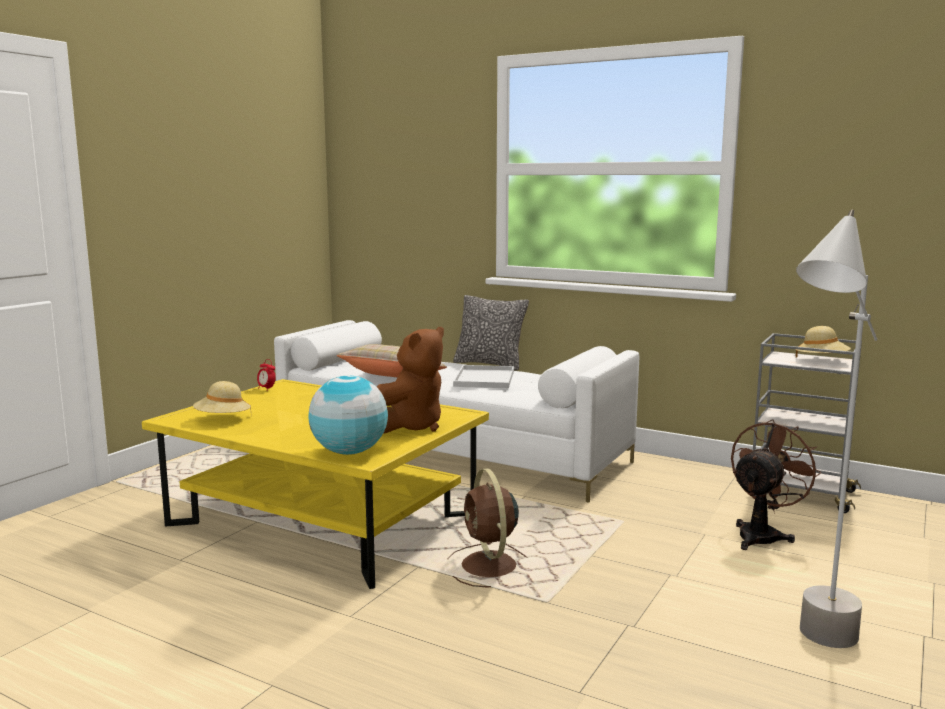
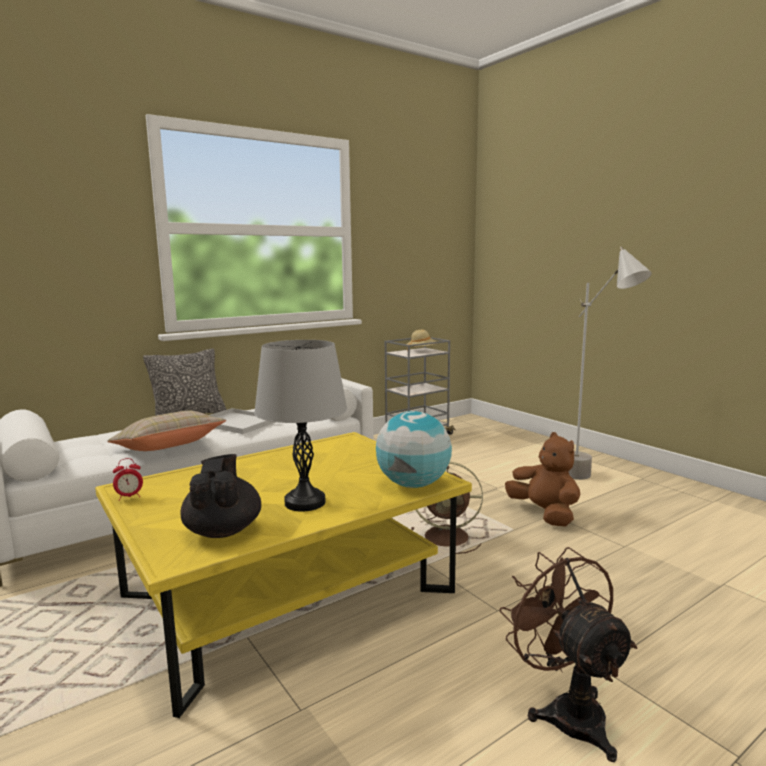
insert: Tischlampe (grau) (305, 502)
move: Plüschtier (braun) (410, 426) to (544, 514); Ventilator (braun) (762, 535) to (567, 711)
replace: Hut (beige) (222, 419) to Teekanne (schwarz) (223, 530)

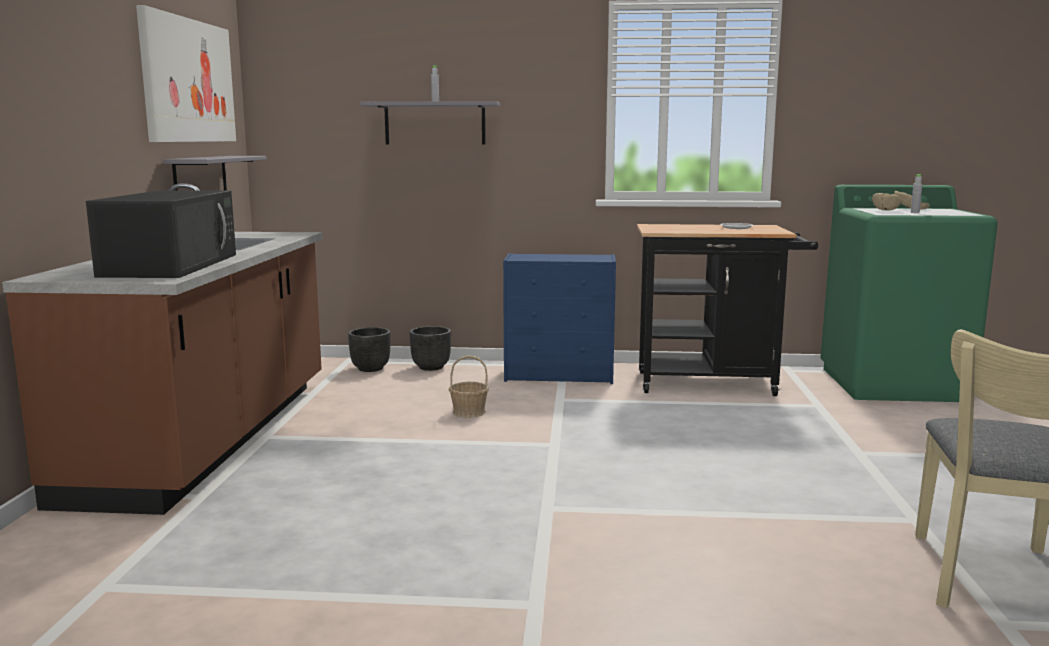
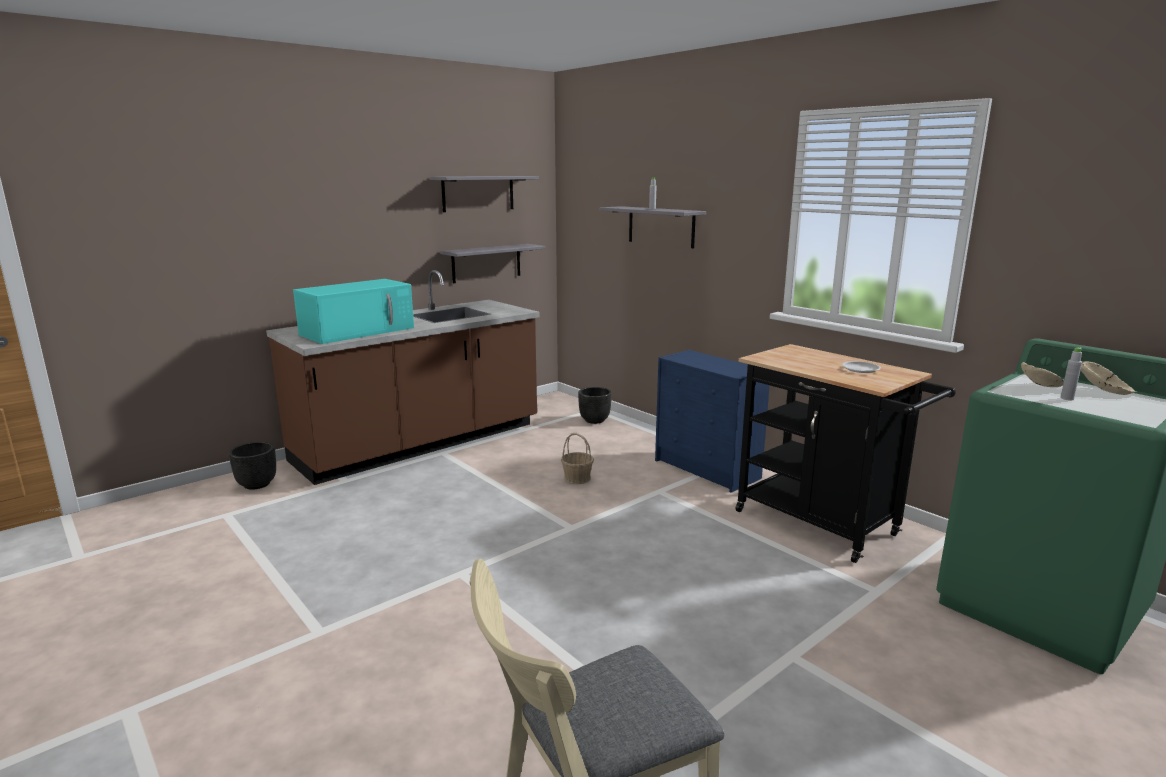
move: Pflanzkübel (schwarz) (431, 367) to (257, 484)
replace: Bild (188, 81) to Wandregal (grau) (478, 193)
recolor: Mikrowelle (schwarz) (171, 265) to Mikrowelle (türkis) (359, 331)

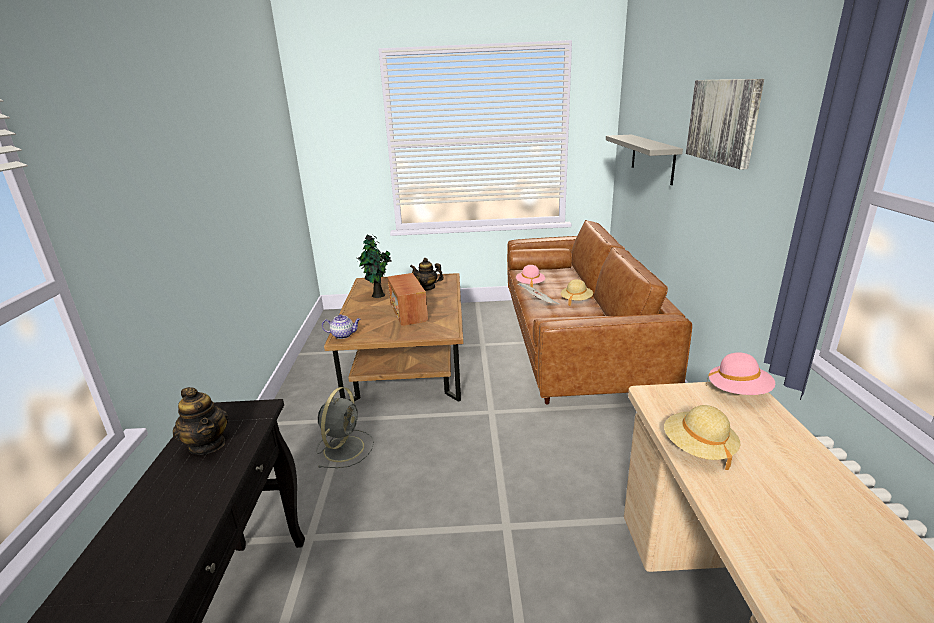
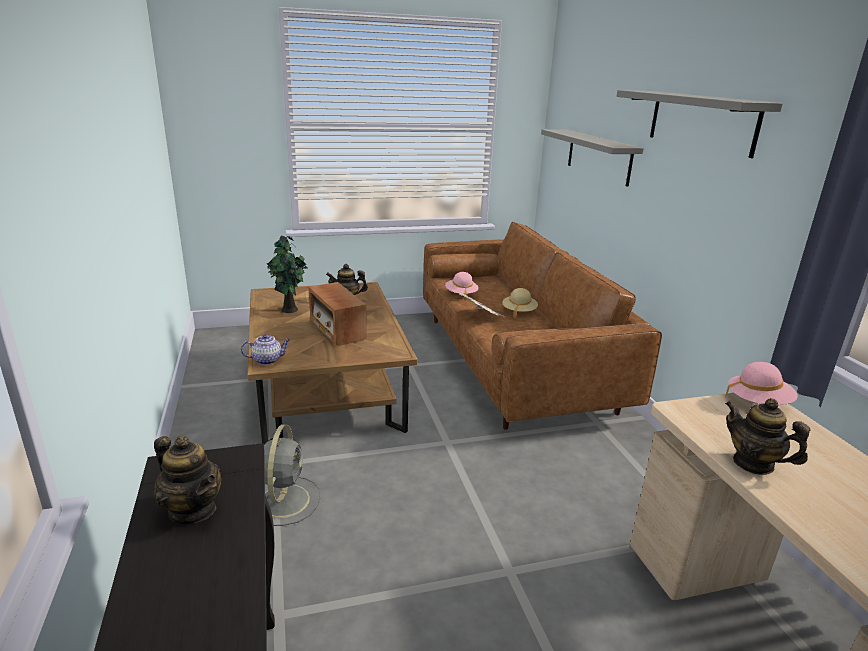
replace: Bild (723, 121) to Wandregal (grau) (701, 121); Hut (beige) (698, 448) to Teekanne (753, 463)

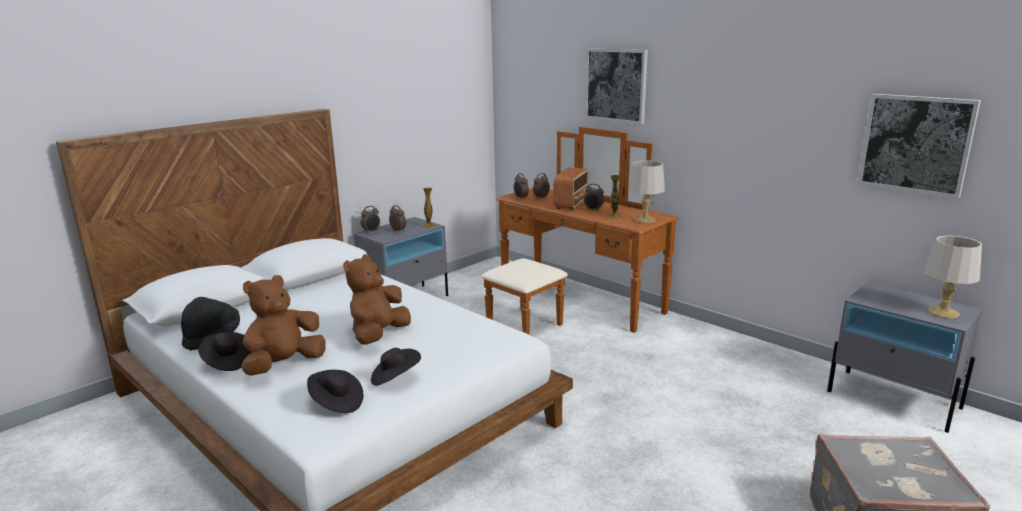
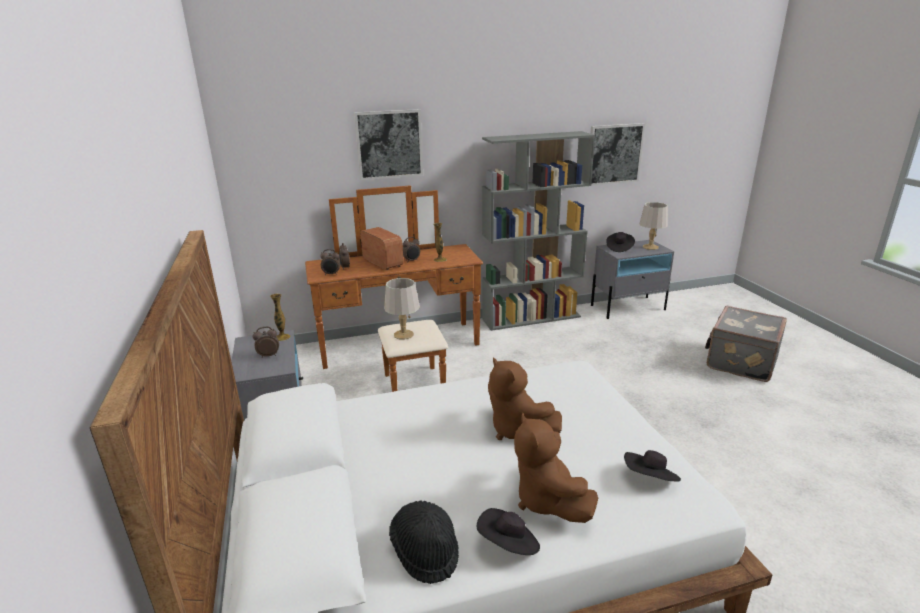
delete: Wecker (371, 231)
insert: Bücherregal (grau) (531, 317)
move: Tischlampe (grau) (644, 219) to (403, 334); Hut (schwarz) (395, 378) to (619, 248)

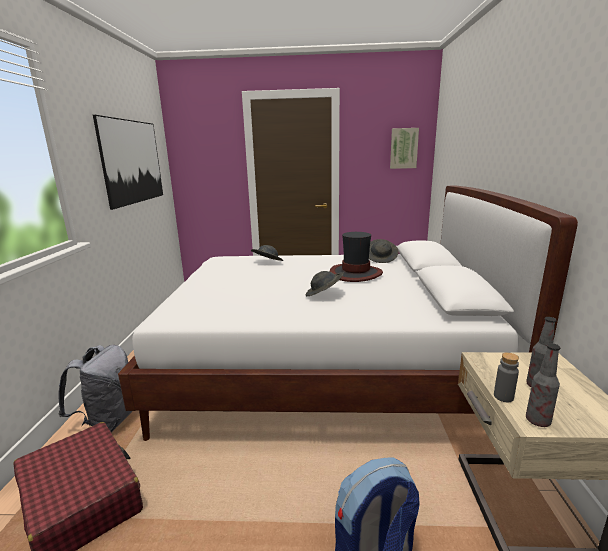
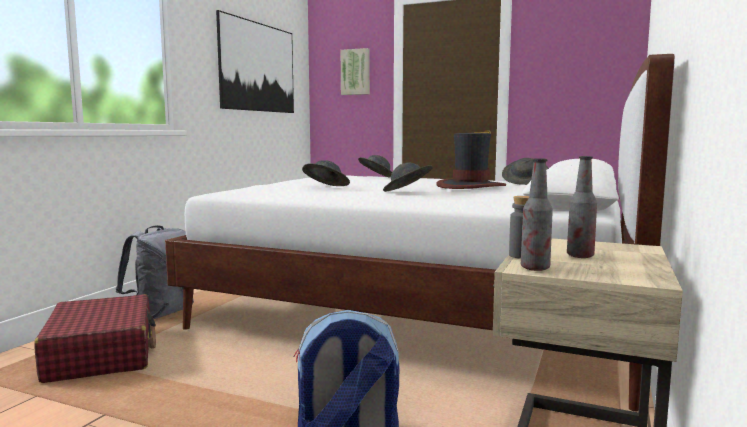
insert: Hut (grau) (325, 187)
move: Bild (403, 148) to (355, 72)

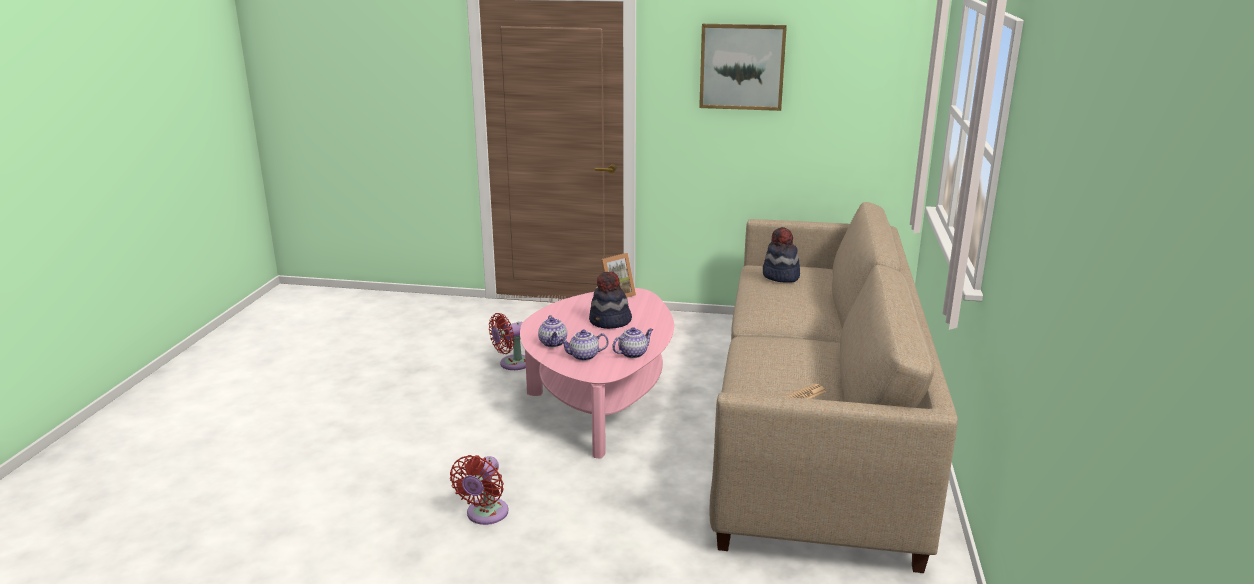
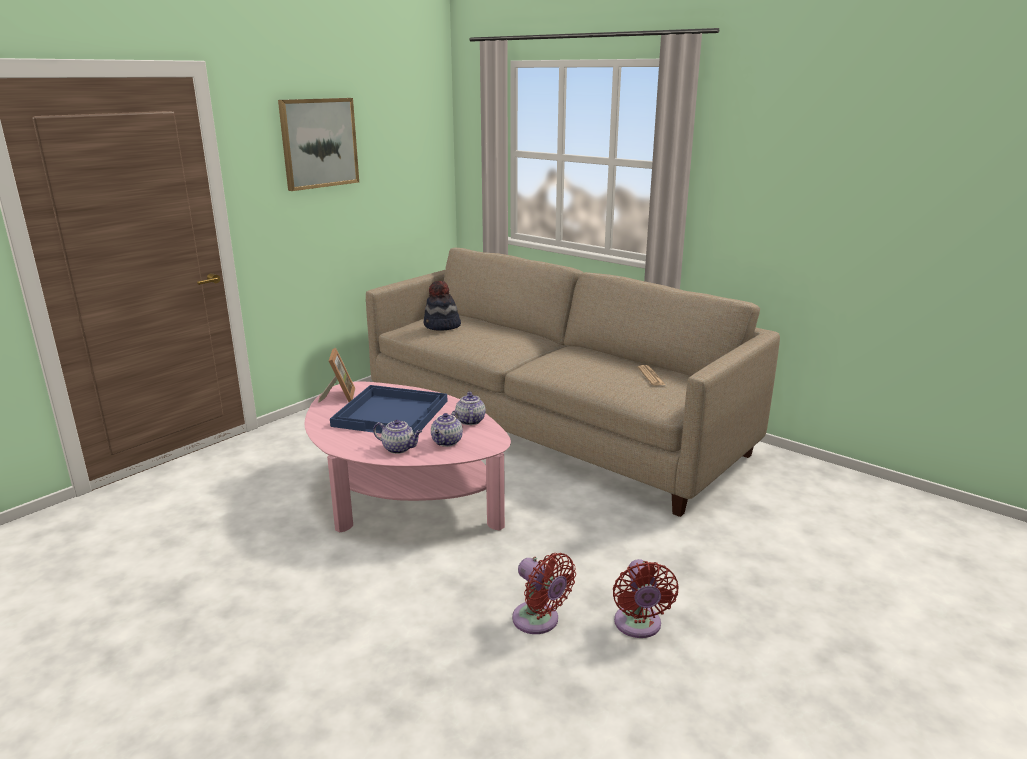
move: Ventilator (rot) (512, 364) to (638, 626)
replace: Hut (610, 322) to Tablett (blau) (392, 413)

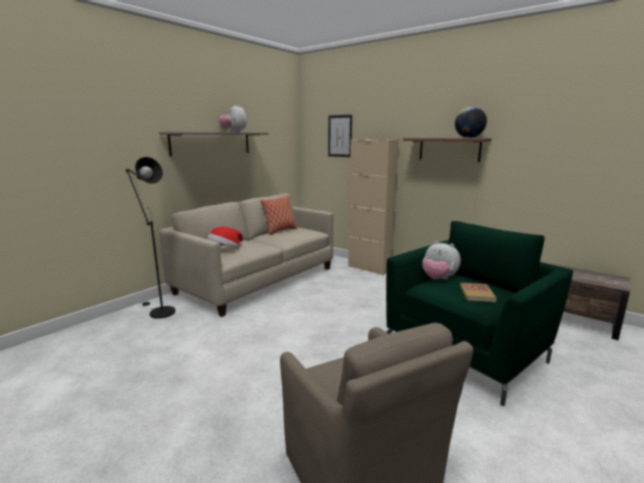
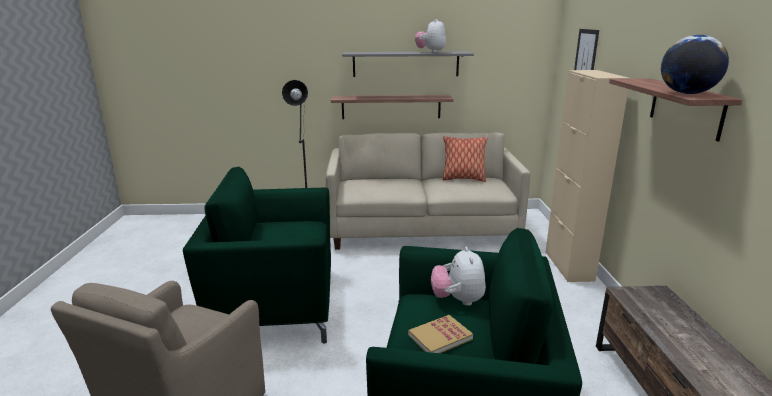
delete: Hut (225, 250)
insert: Wandregal (391, 106); Sessel (grün) (274, 304)

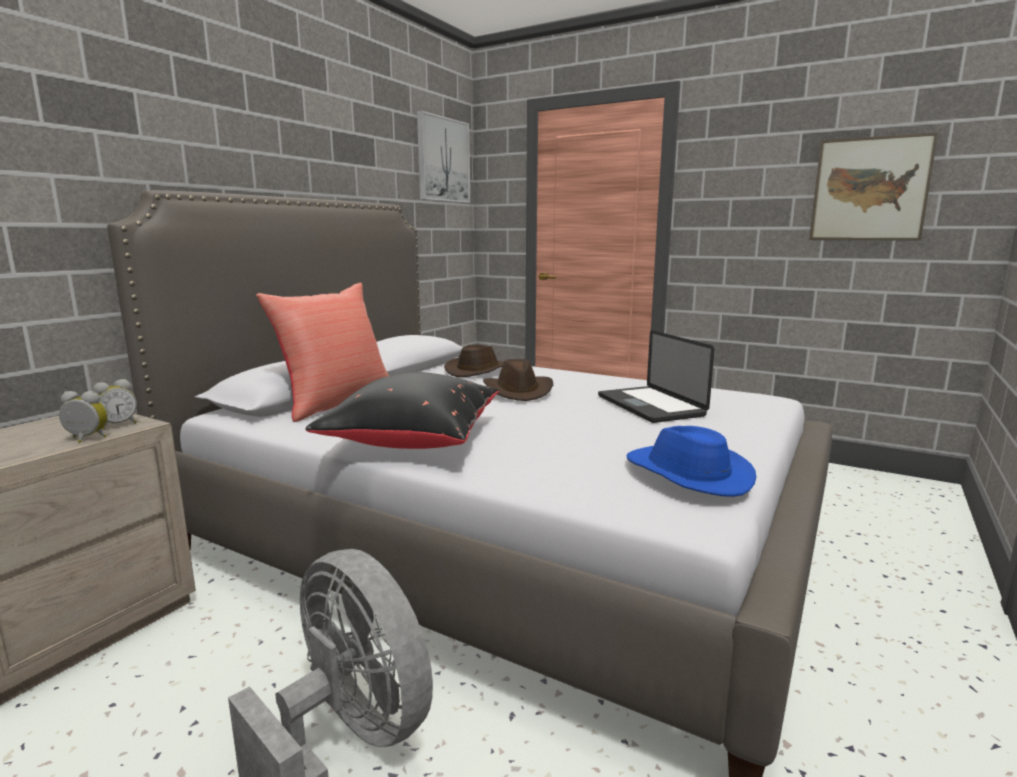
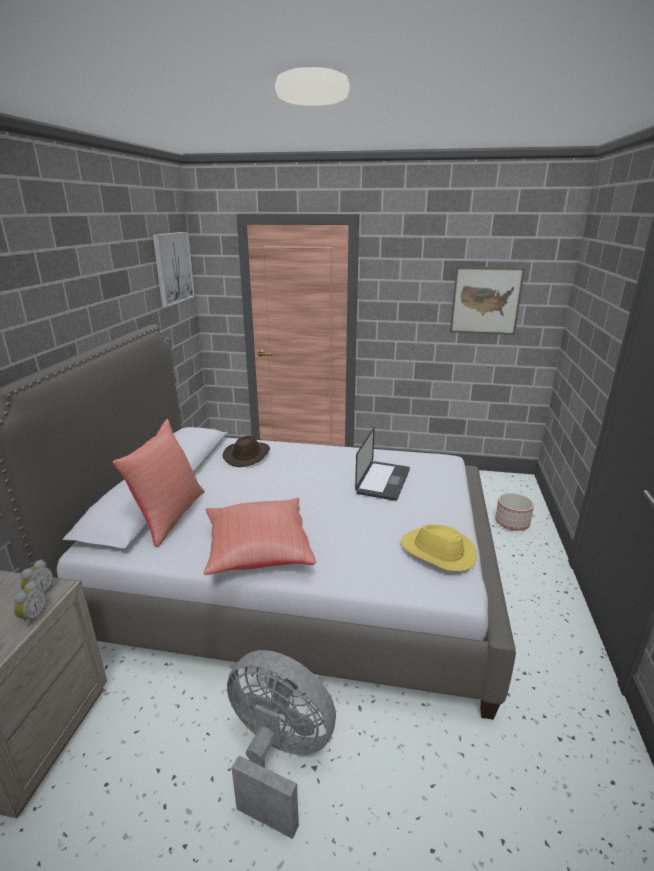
delete: Hut (braun) (518, 391)
insert: Pflanzkübel (511, 523)
recolor: Kissen (schwarz) (412, 441) to Kissen (rot) (257, 552); Hut (blau) (686, 474) to Hut (gelb) (437, 552)
rotate: Laptop (650, 406) = (383, 481) 120 degrees counterclockwise; Wecker (86, 439) = (32, 617) 120 degrees clockwise

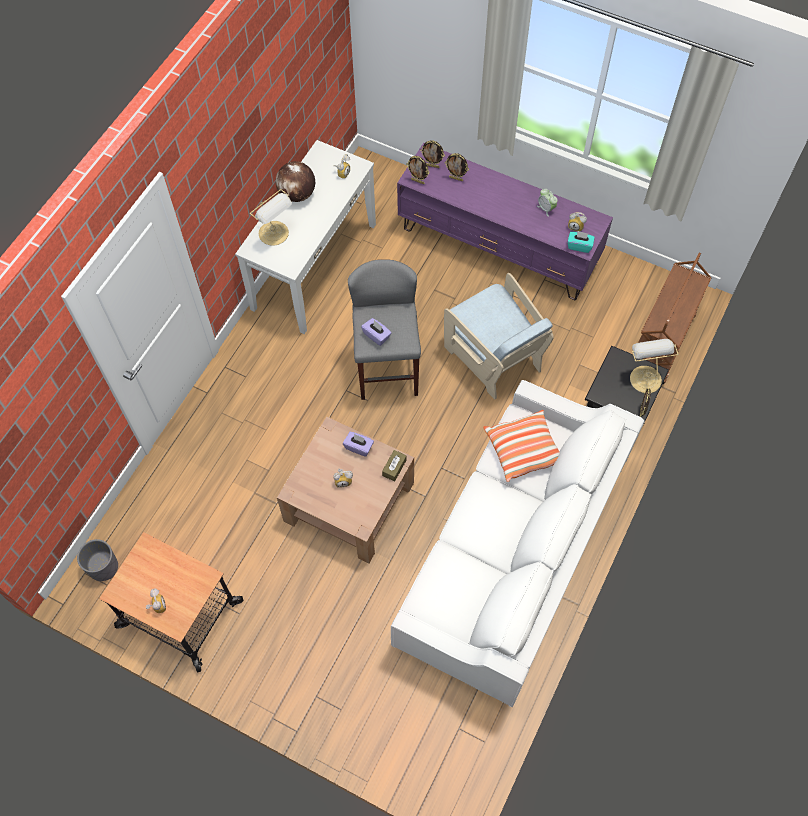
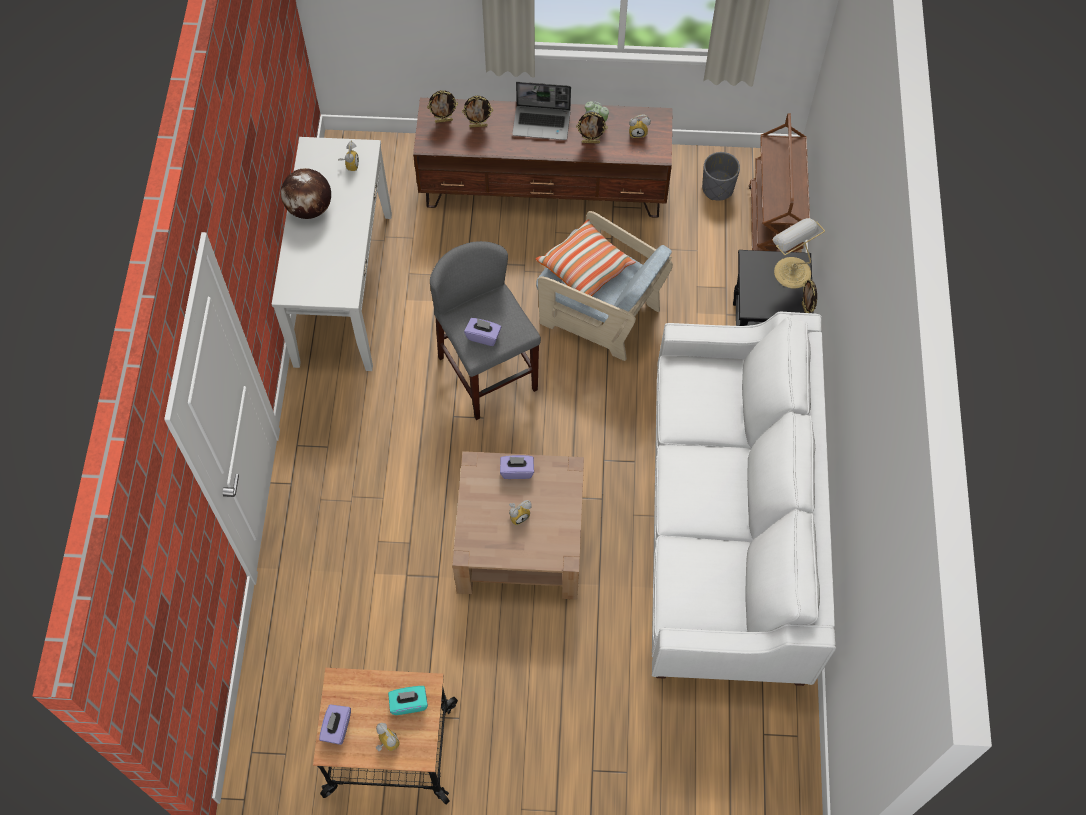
delete: Tischlampe (275, 234); Taschentuchbox (braun) (394, 468)
insert: Laptop (542, 123); Taschentuchbox (lila) (336, 728)
move: Bilderrahmen (418, 181) to (591, 142); Taschentuchbox (türkis) (579, 246) to (409, 703); Kissen (523, 450) to (585, 267); Pflanzkübel (grau) (103, 567) to (717, 189)
recolor: Fernsehschrank (lila) (498, 247) to Fernsehschrank (braun) (545, 188)

